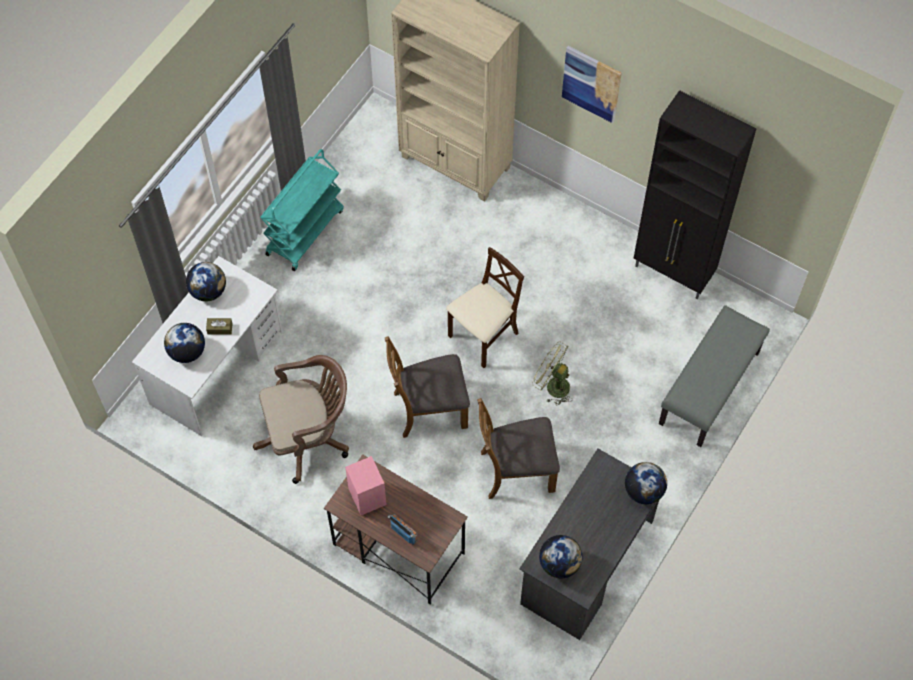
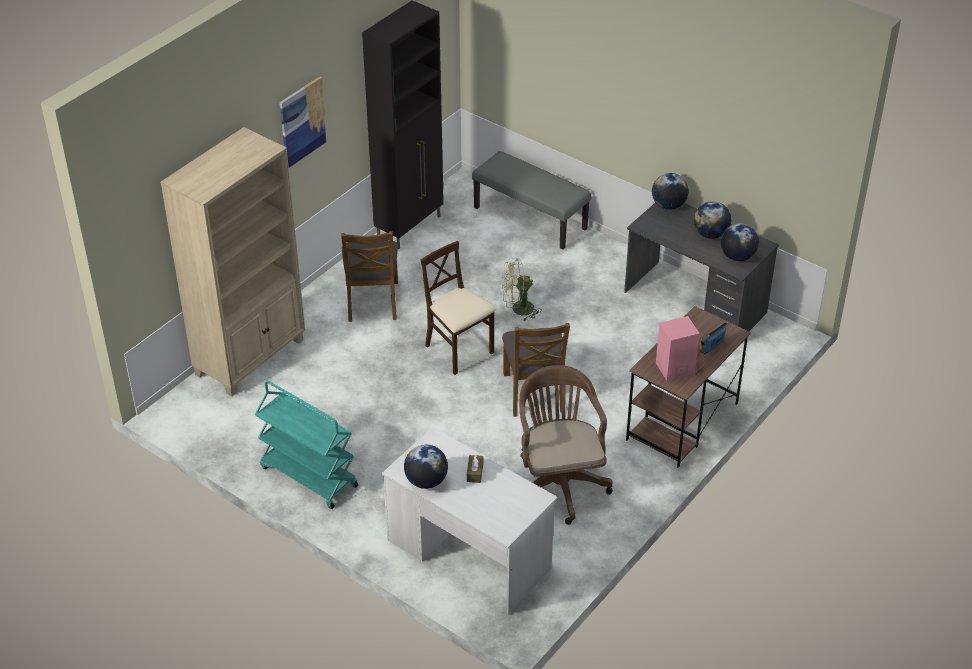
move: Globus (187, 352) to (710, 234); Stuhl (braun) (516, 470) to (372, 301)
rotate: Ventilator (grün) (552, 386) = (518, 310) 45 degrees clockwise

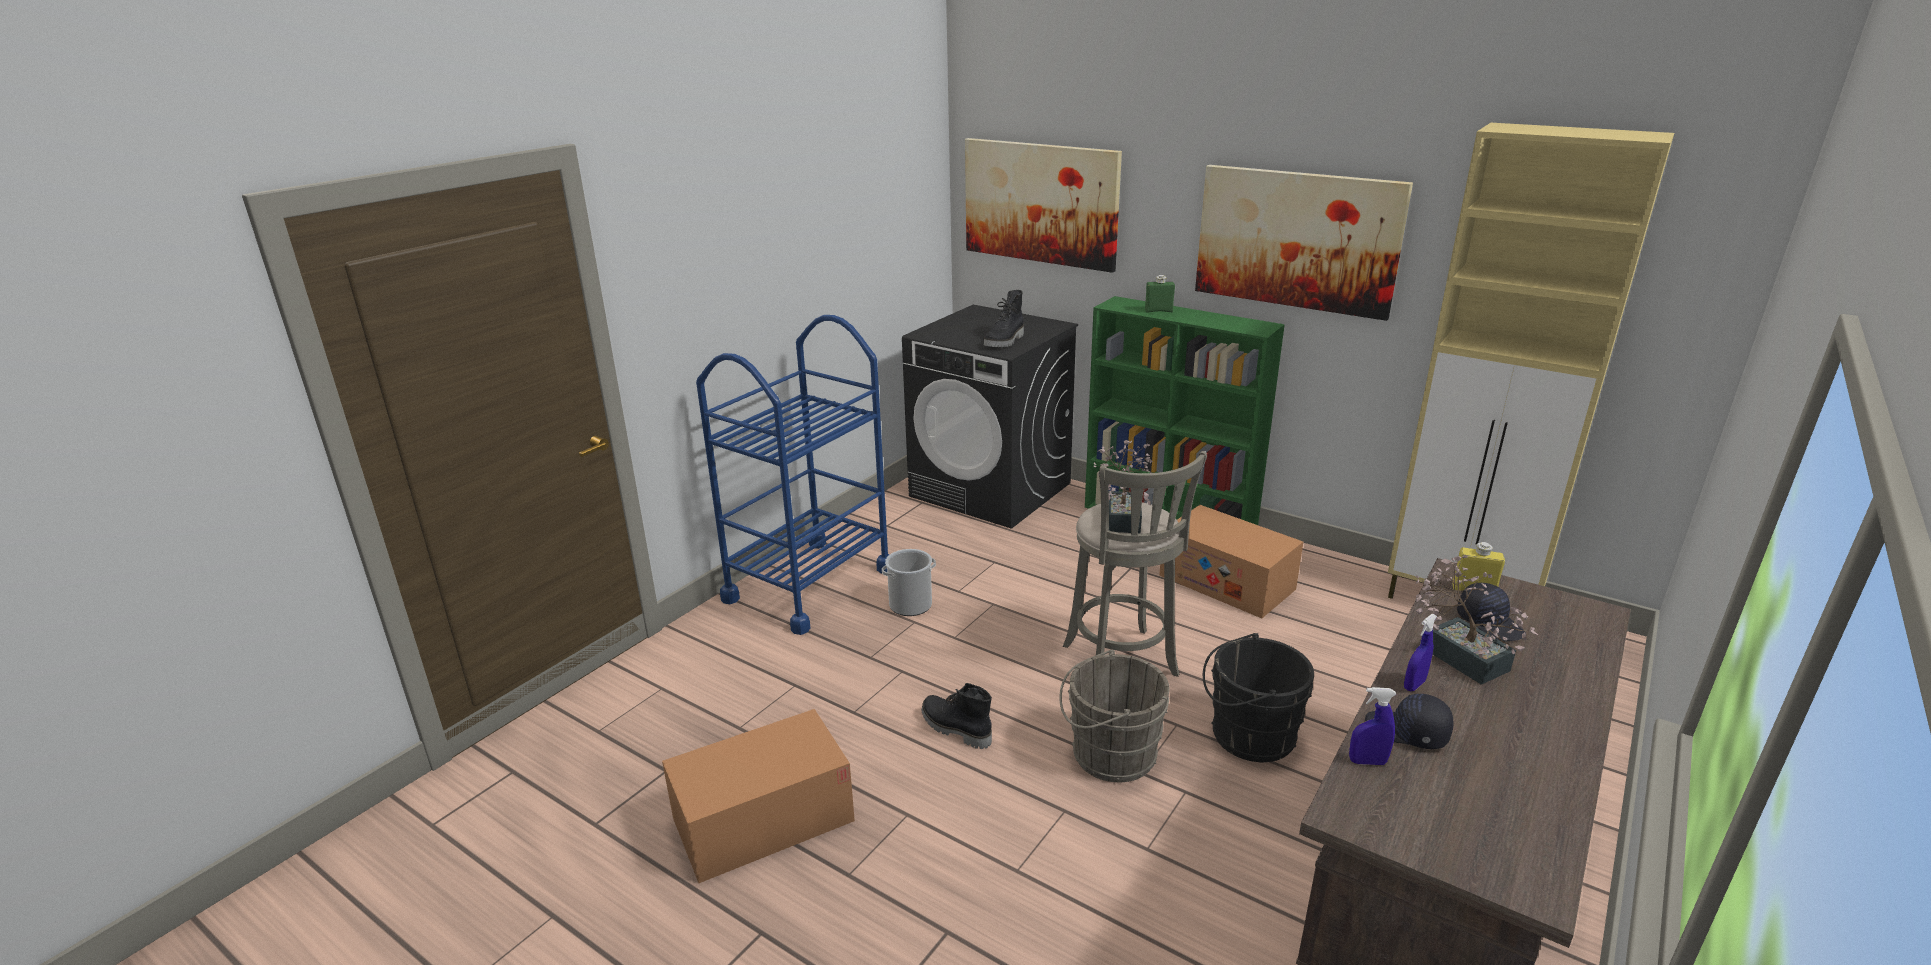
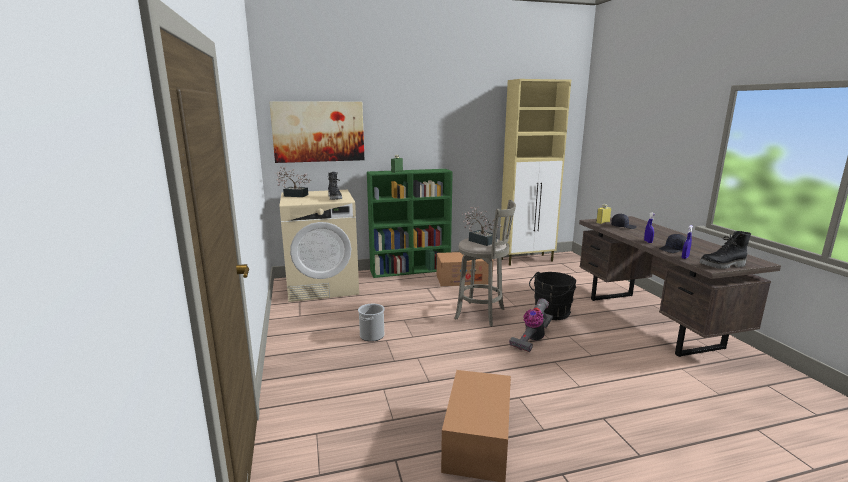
delete: Bild (1297, 240); Rollwagen (blau) (809, 584)
move: Topfpflanze (1459, 654) to (293, 195); Stiefel (schwarz) (955, 729) to (722, 266)
replace: Eimer (grau) (1108, 754) to Staubsauger (532, 339)
recolor: Waschmaschine (schwarz) (991, 490) to Waschmaschine (beige) (323, 286)

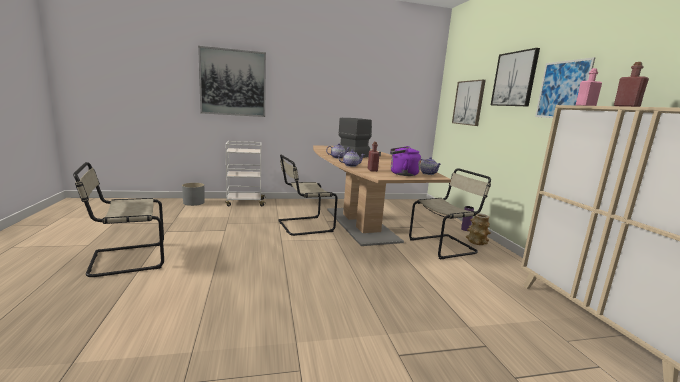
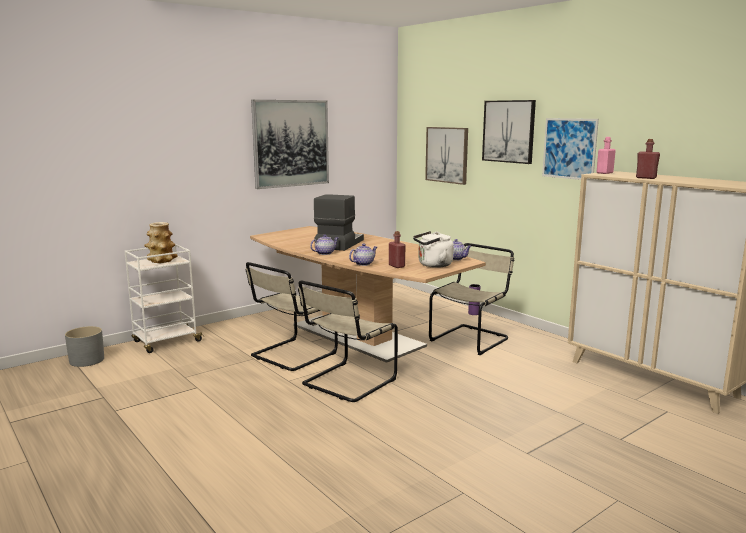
move: Bild (233, 83) to (291, 143); Stuhl (beige) (125, 260) to (346, 383); Vase (476, 242) to (161, 261)
recolor: Wasserkessel (lila) (402, 174) to Wasserkessel (weiß) (433, 265)

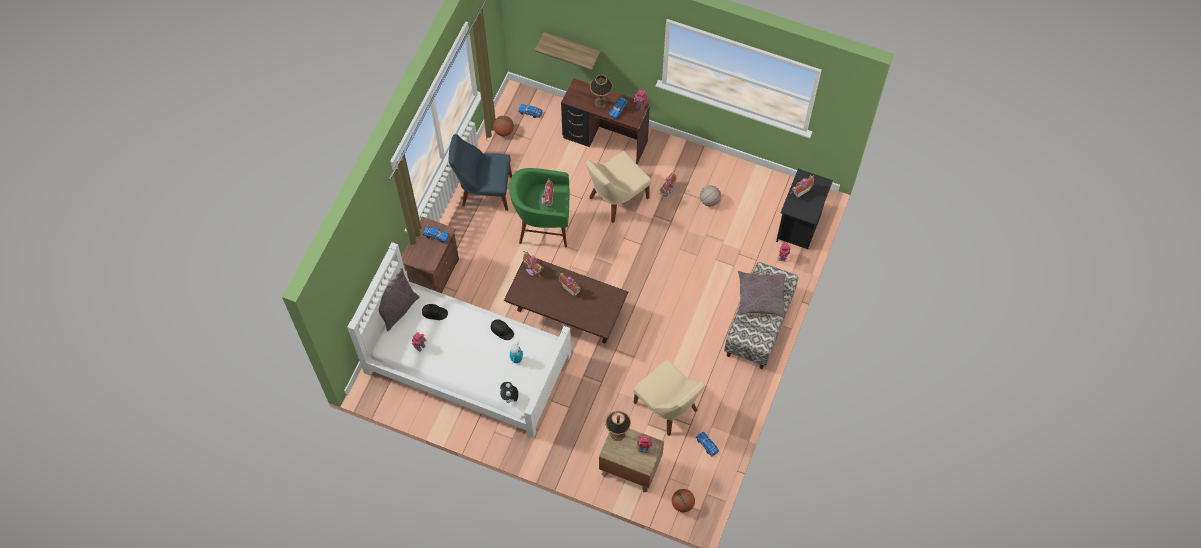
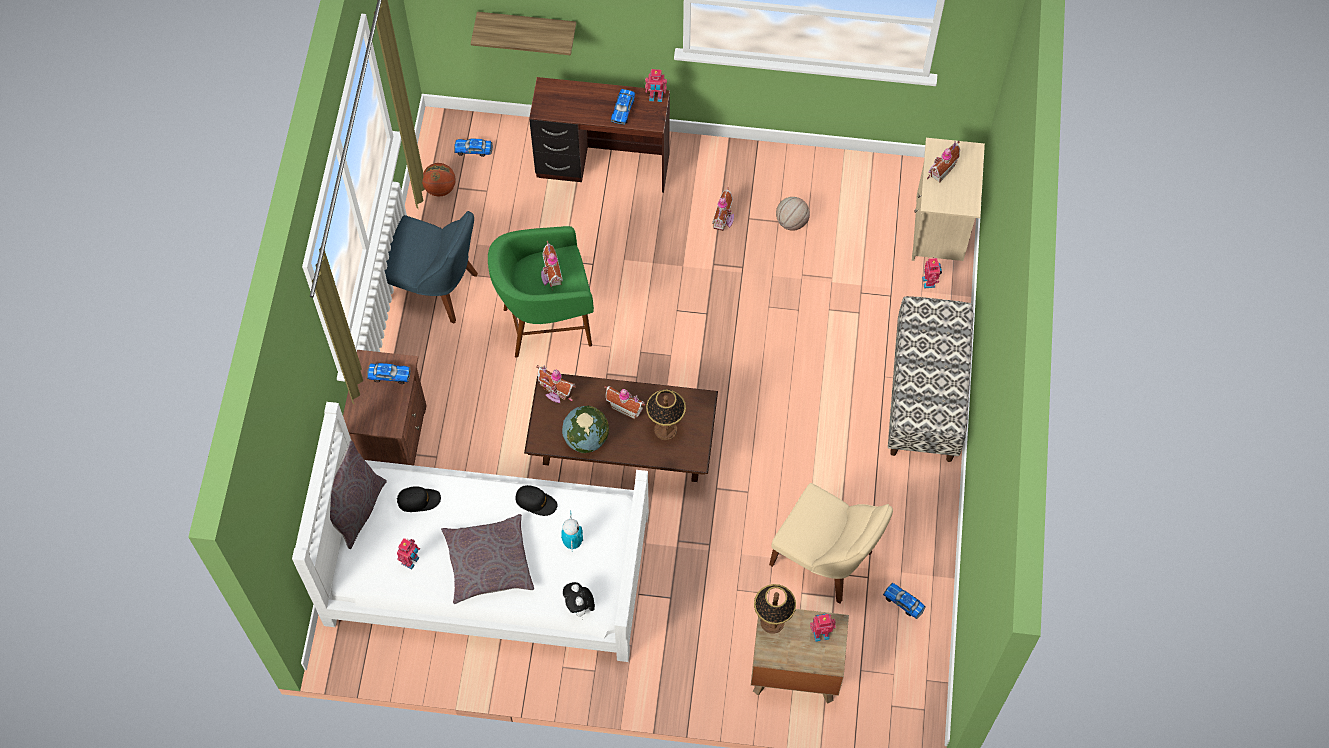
delete: Stuhl (beige) (616, 199); Basketball (682, 504)
insert: Globus (586, 438)
move: Tischlampe (601, 102) to (665, 429); Kissen (grau) (760, 297) to (488, 563)
recolor: Nachttisch (schwarz) (799, 227) to Nachttisch (beige) (940, 230)
rotate: Stuhl (blau) (484, 191) = (435, 289) 150 degrees counterclockwise

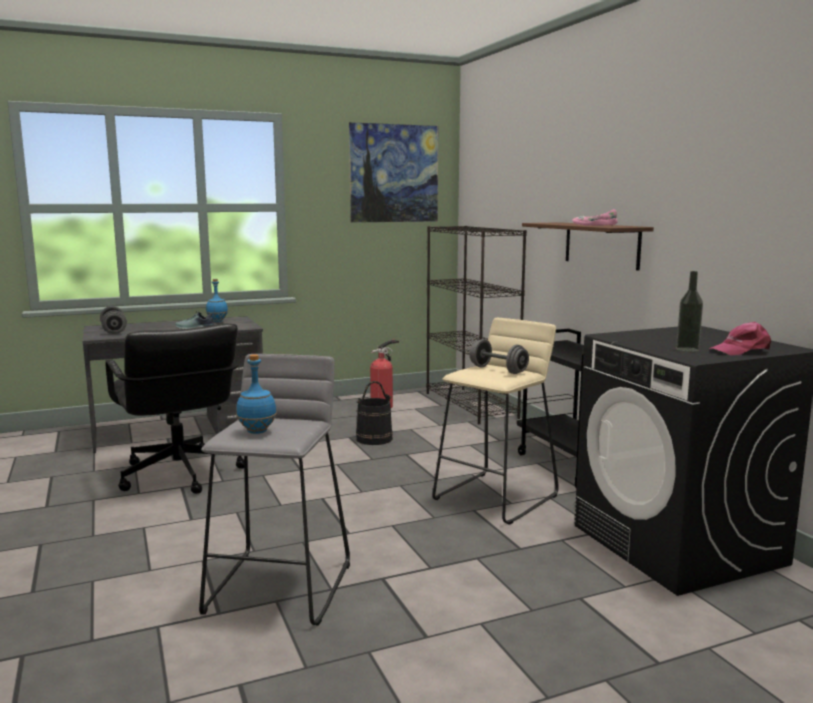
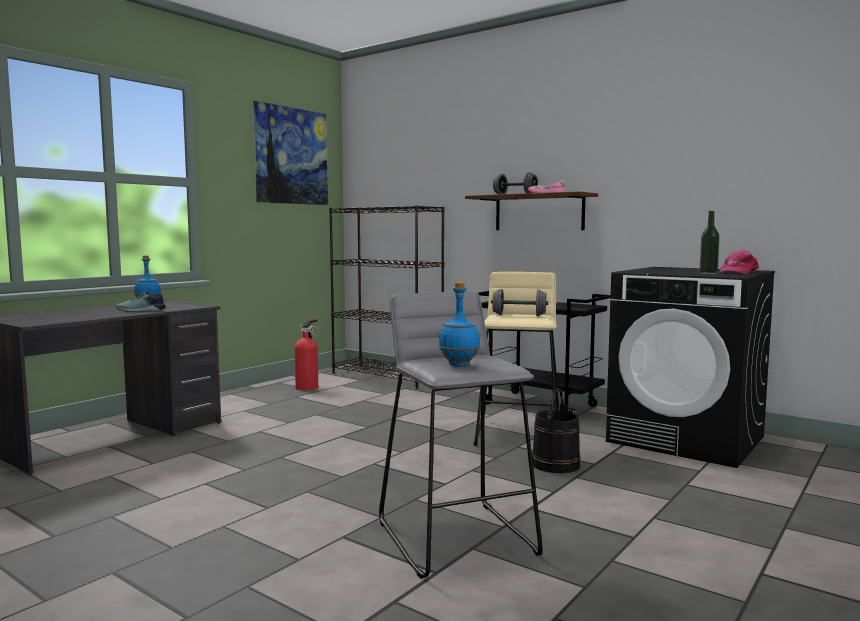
delete: Bürostuhl (schwarz) (179, 474)
move: Hantel (grau) (114, 331) to (515, 195); Eimer (schwarz) (374, 439) to (556, 464)

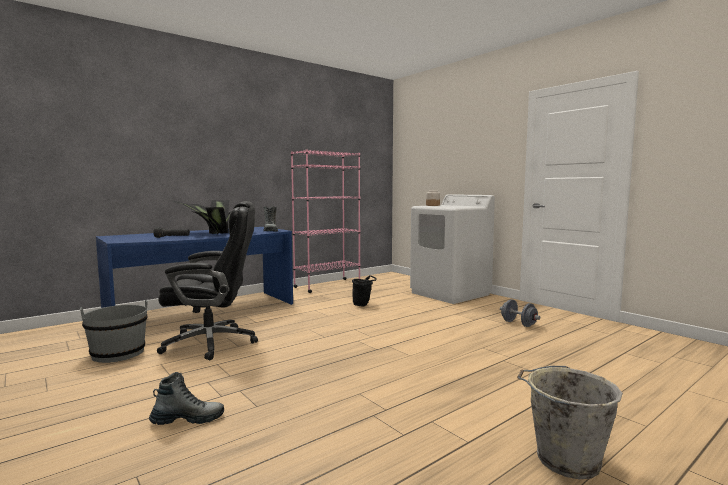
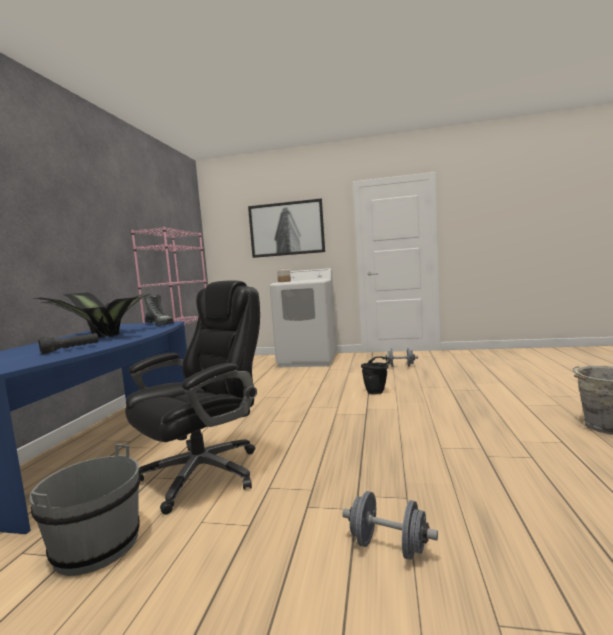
insert: Bild (286, 229)
move: Eimer (schwarz) (363, 305) to (377, 391)
replace: Stiefel (188, 419) to Hantel (grau) (389, 546)

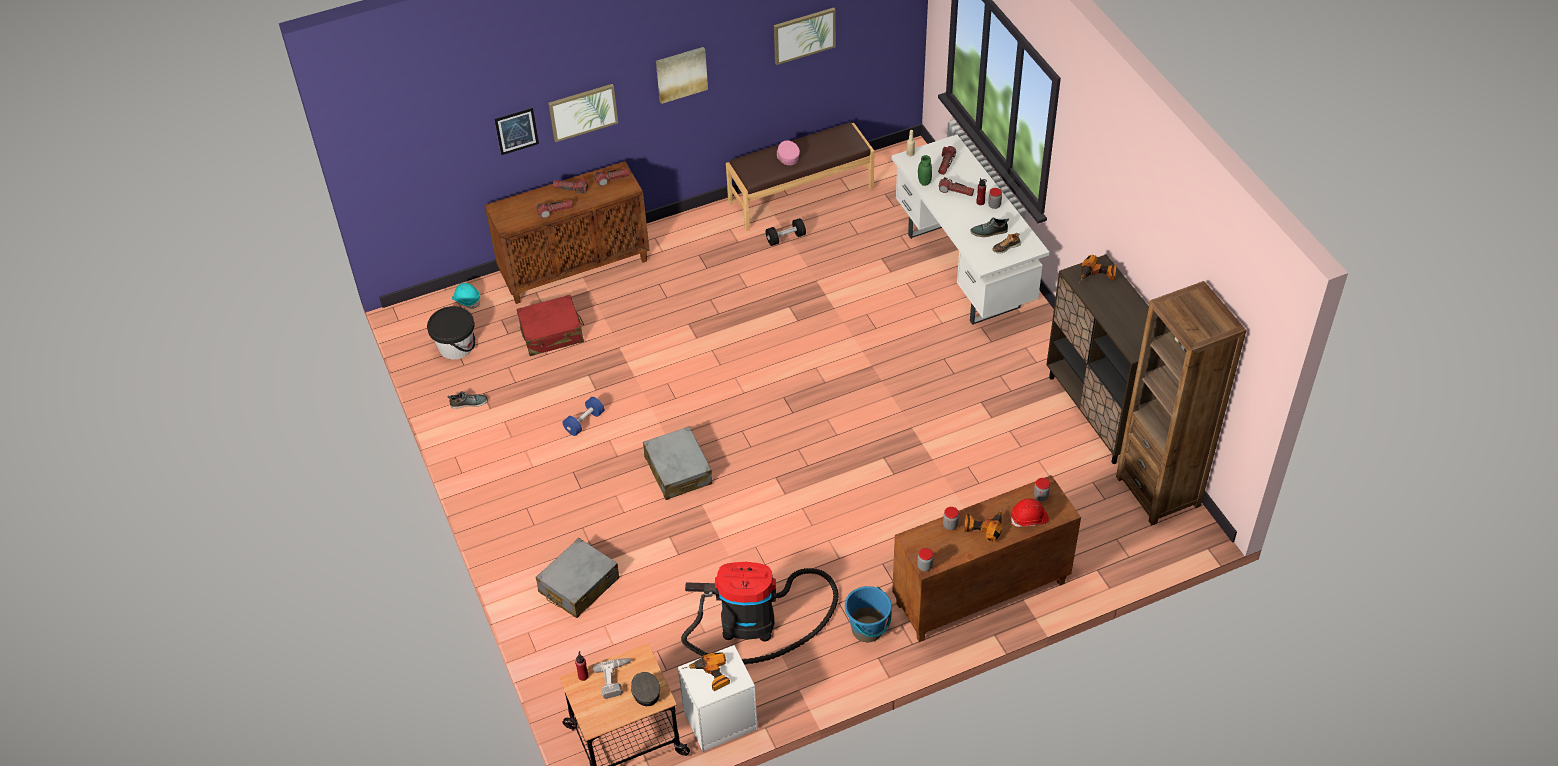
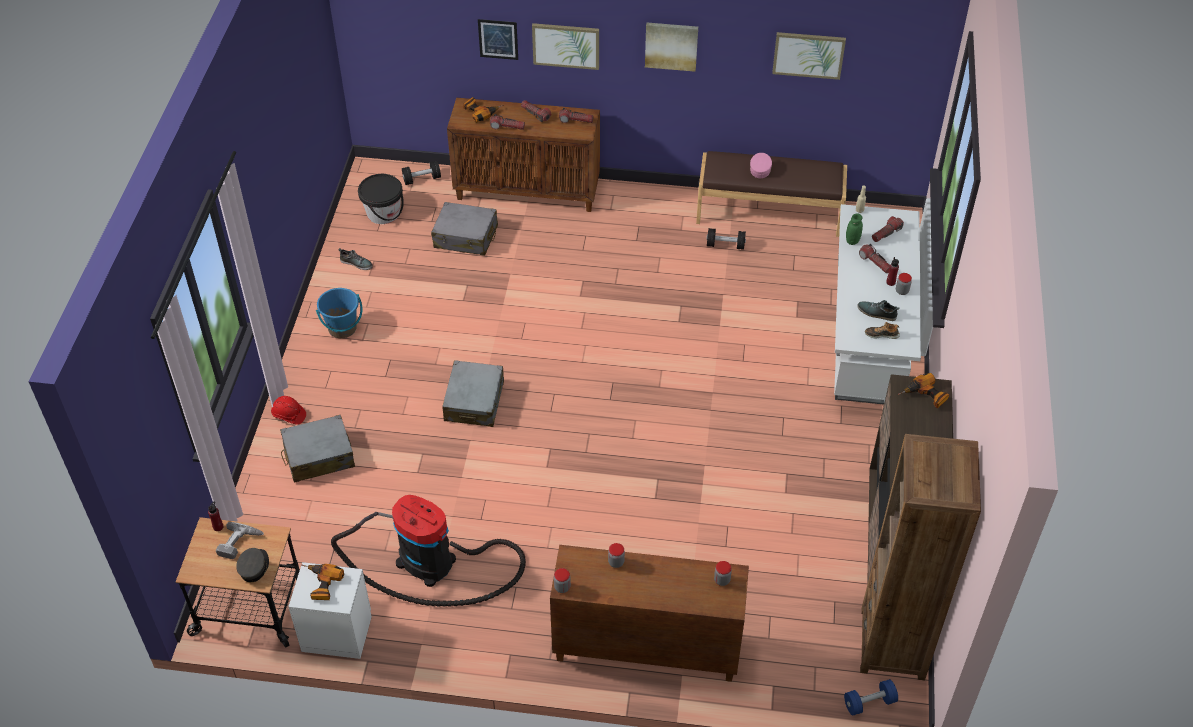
move: Hantel (blau) (584, 422) to (869, 703); Schutzhelm (rot) (1029, 519) to (289, 415); Bohrmaschine (983, 526) to (481, 111); Eimer (blau) (867, 629) to (342, 328)
replace: Schutzhelm (türkis) (467, 300) to Hantel (schwarz) (422, 179)
recolor: Koffer (rot) (552, 333) to Koffer (grau) (466, 237)

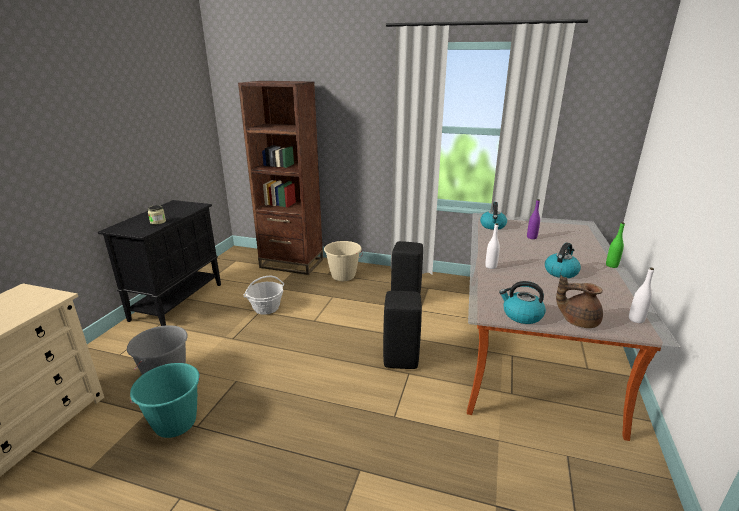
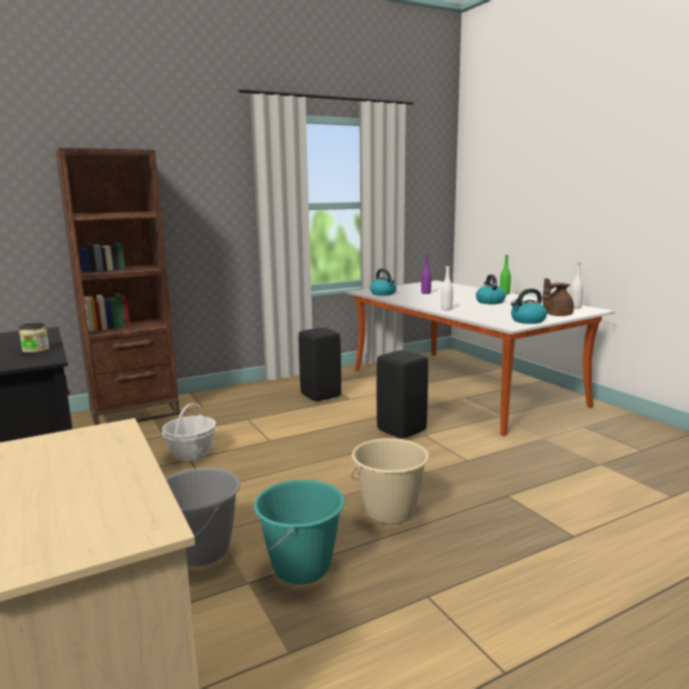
move: Eimer (beige) (343, 276) to (390, 512)

